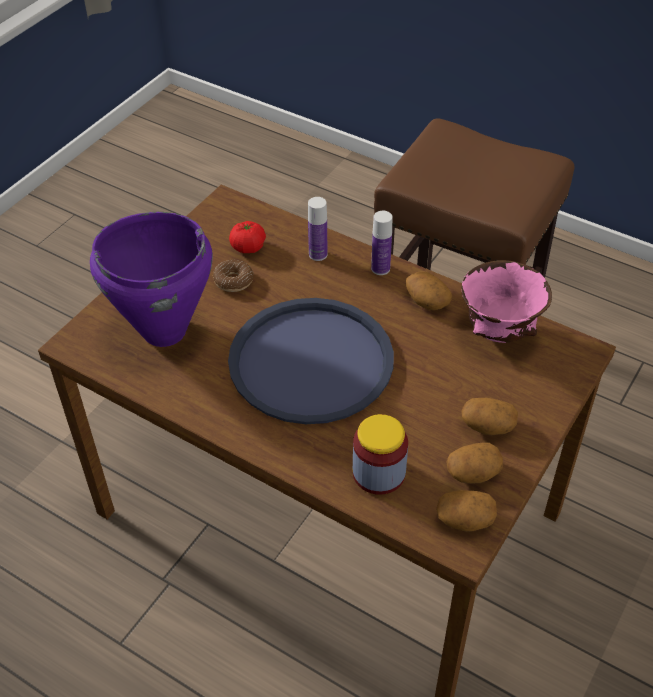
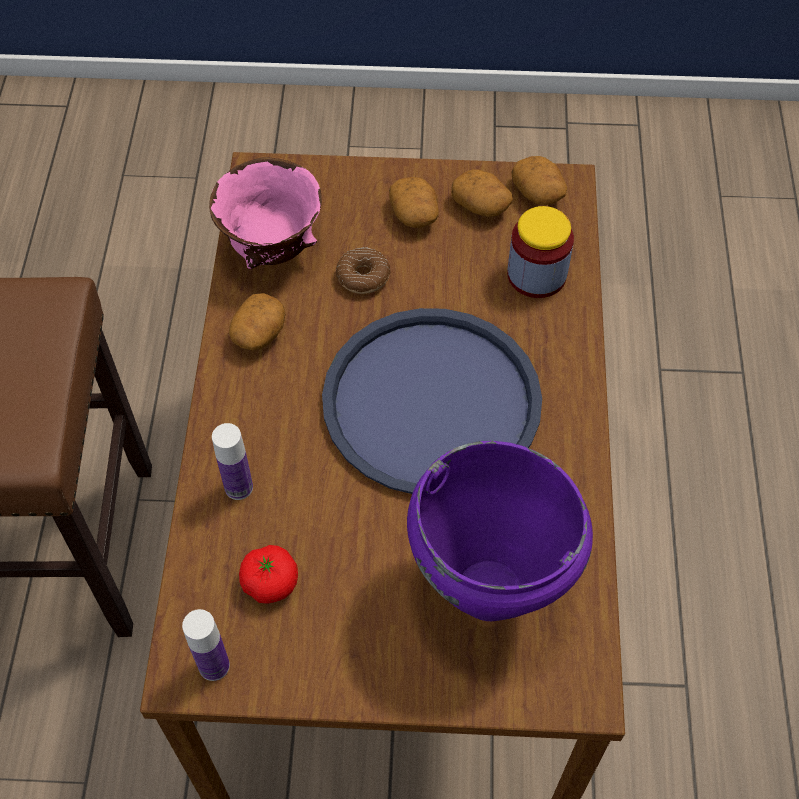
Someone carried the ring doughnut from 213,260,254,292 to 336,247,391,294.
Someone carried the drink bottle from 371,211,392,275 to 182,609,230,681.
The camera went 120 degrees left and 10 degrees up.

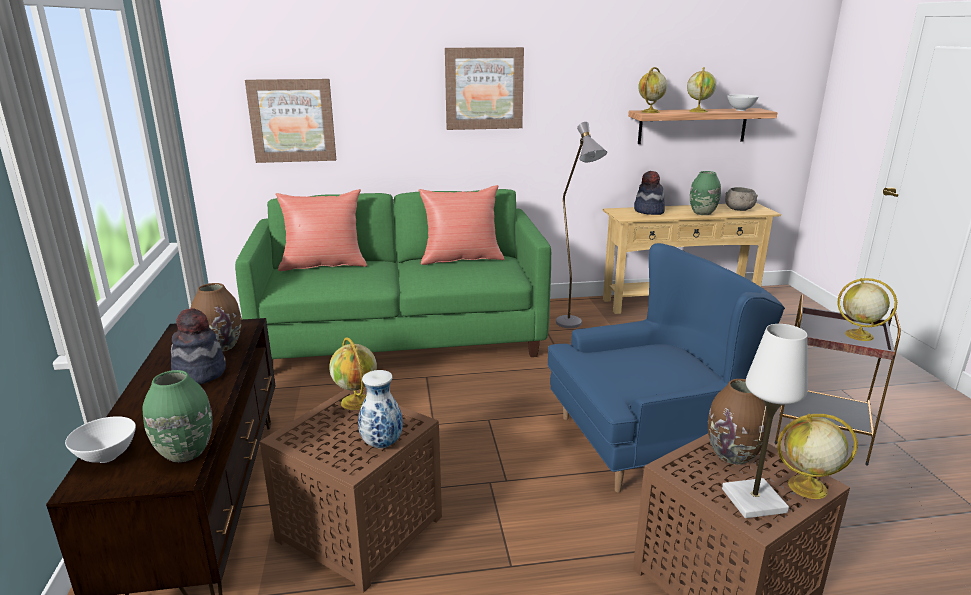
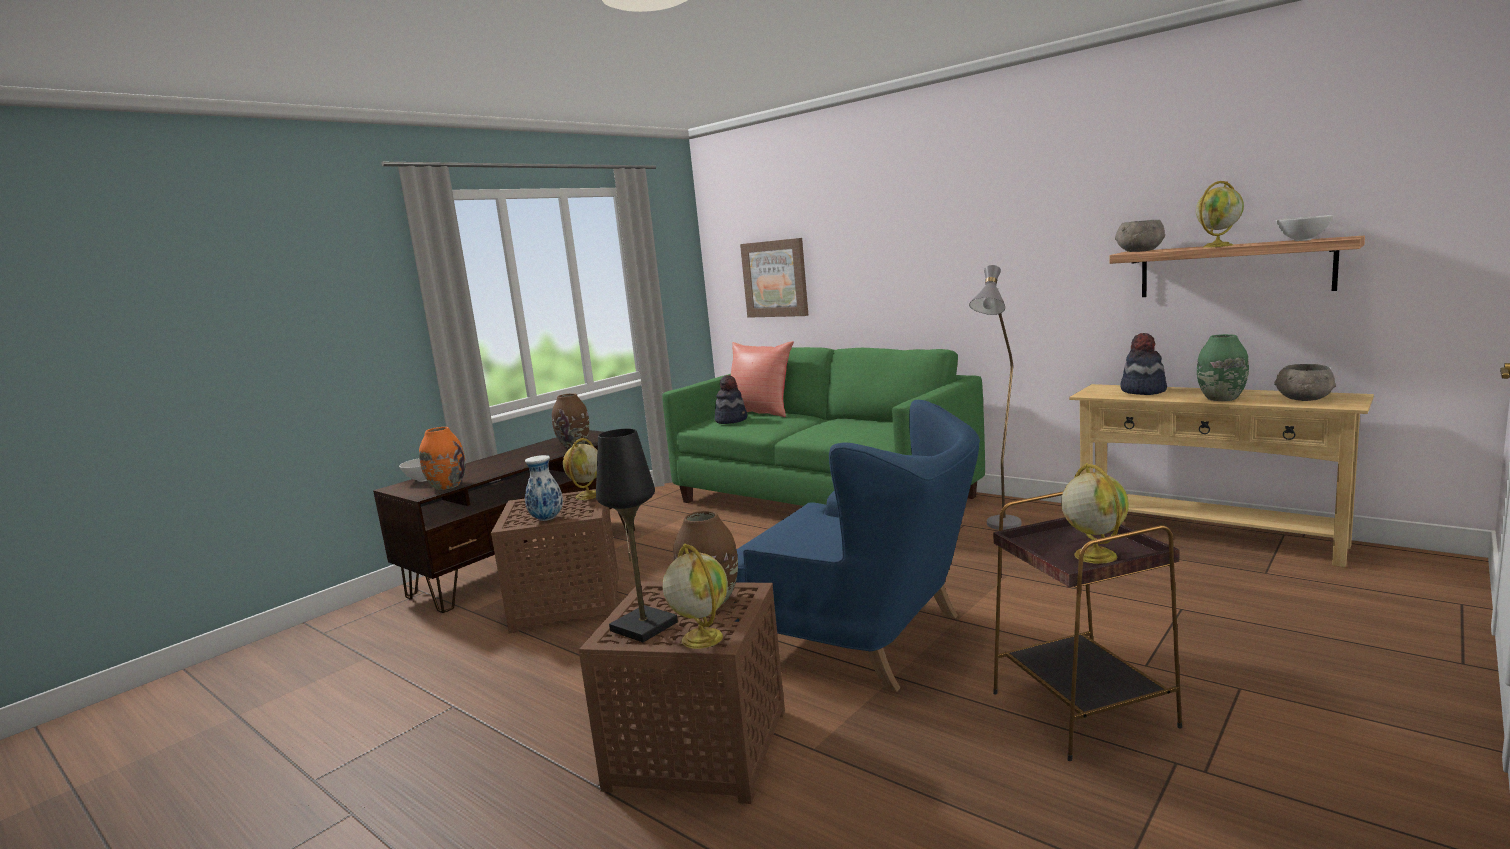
Someone repainted the green flower vase at 143,370,213,462, which became the orange-coloured flower vase at 419,427,465,490.
Someone carried the wearable hat from 171,308,226,384 to 715,375,747,424.
Someone took away the red throw pillow at 418,185,504,265.
Someone took away the wall art at 445,47,524,130.
Someone swapped the globe at 638,67,667,113 for the grey serving bowl at 1115,220,1165,252.
Someone repainted the whitish tabletop lamp at 722,324,808,518, which became the black tabletop lamp at 596,429,678,642.
The camera went 50 degrees right and 10 degrees down.

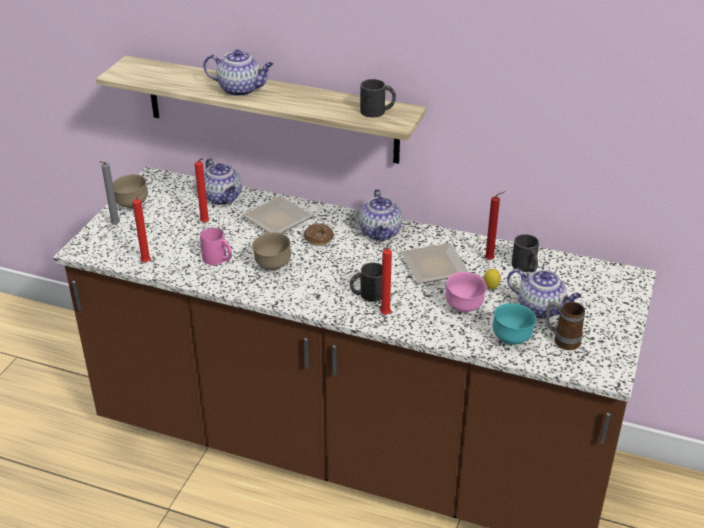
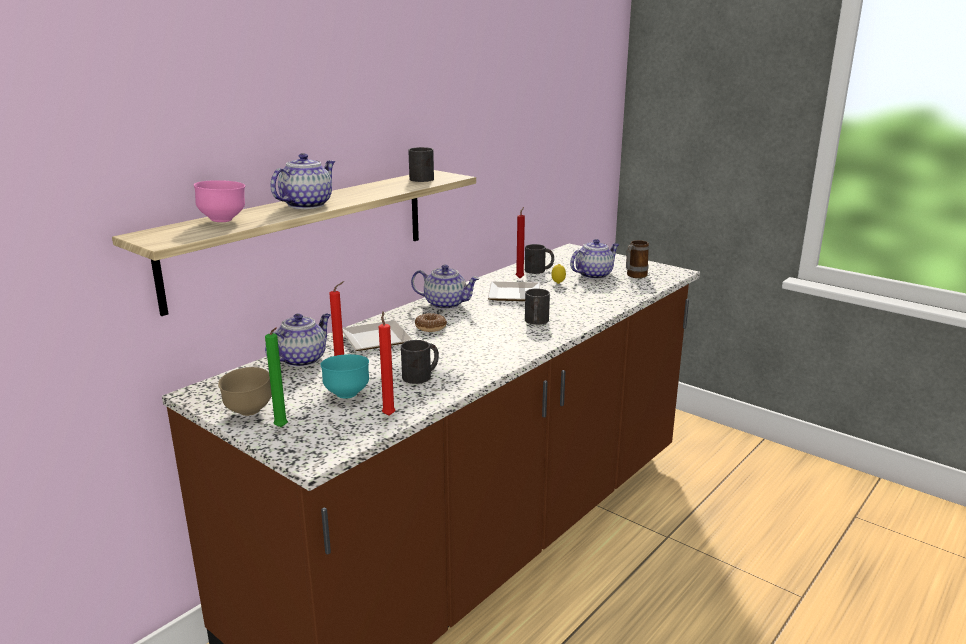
Someone repainted the grey candle at 100,161,120,225, which became the green candle at 265,327,288,427.
Someone repainted the pinkish coffee mug at 200,227,232,265, which became the black coffee mug at 401,340,439,384.
Someone rotated the pot for tea at 204,158,242,205 by 45 degrees counterclockwise.
Someone took away the brown serving bowl at 252,232,291,270.
Someone took away the red candle at 380,239,393,315.
Someone carried the pinkish serving bowl from 445,272,487,312 to 194,180,245,222.
Someone carried the blue-green serving bowl from 492,303,536,345 to 320,354,369,399.
The camera went 70 degrees left and 15 degrees down.

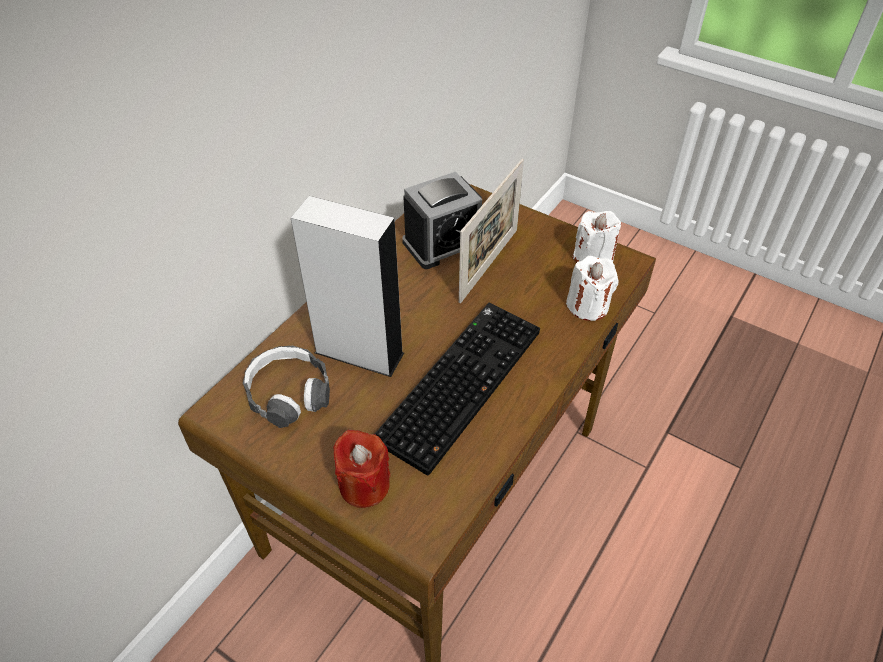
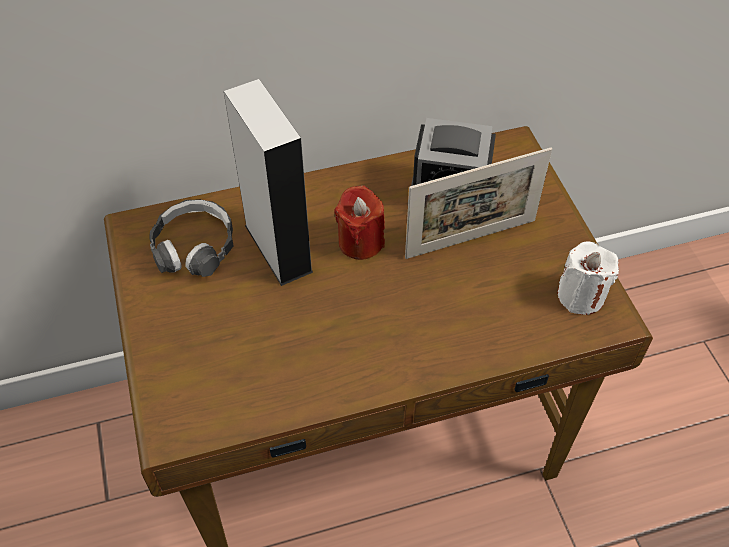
Someone carried the red candle from 333,430,390,508 to 335,186,385,260.
Someone took away the PC keyboard at 375,303,540,476.
Someone took away the whitish candle at 566,256,618,321.
The camera went 40 degrees right and 5 degrees up.

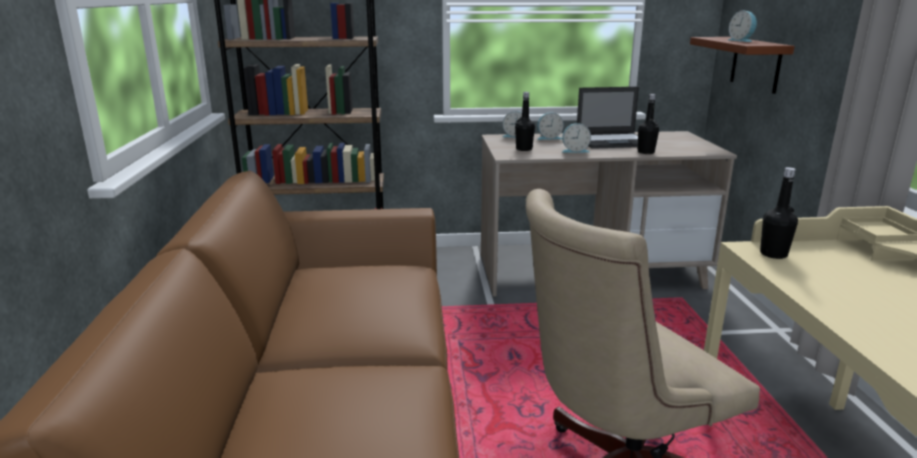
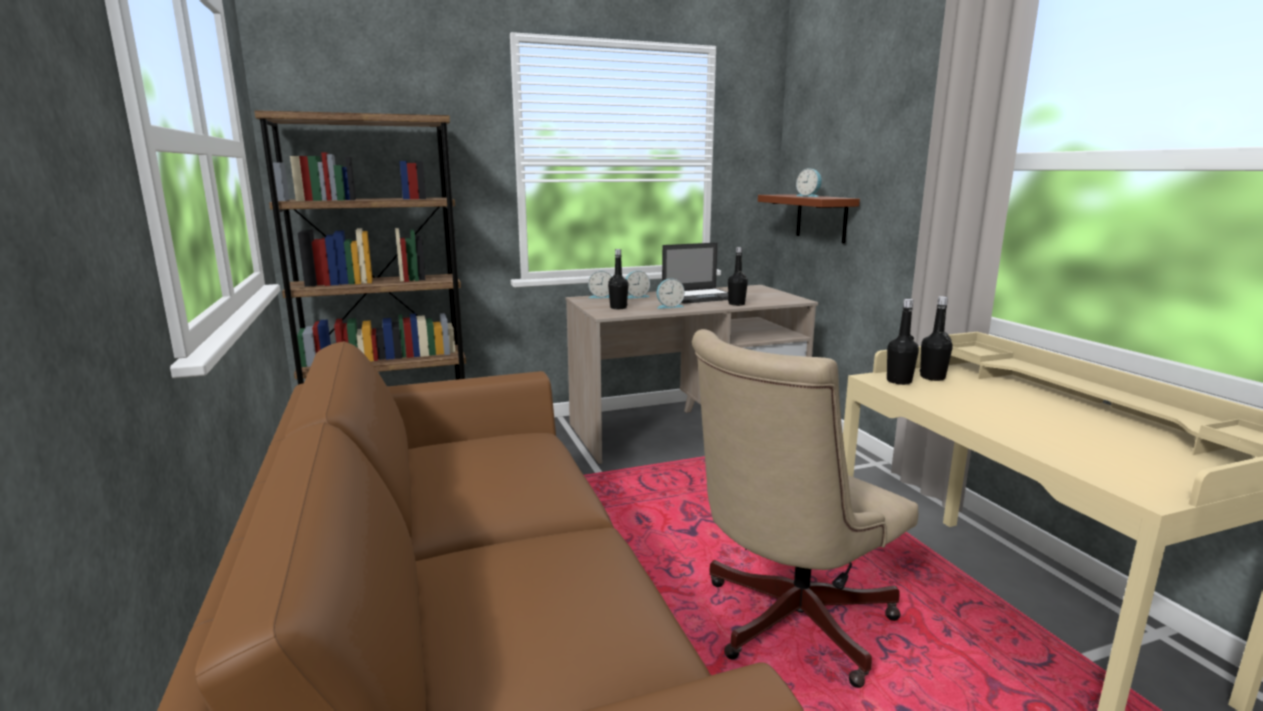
Someone put down the black drink bottle at 920,296,953,381.
The camera went 15 degrees left and 5 degrees down.

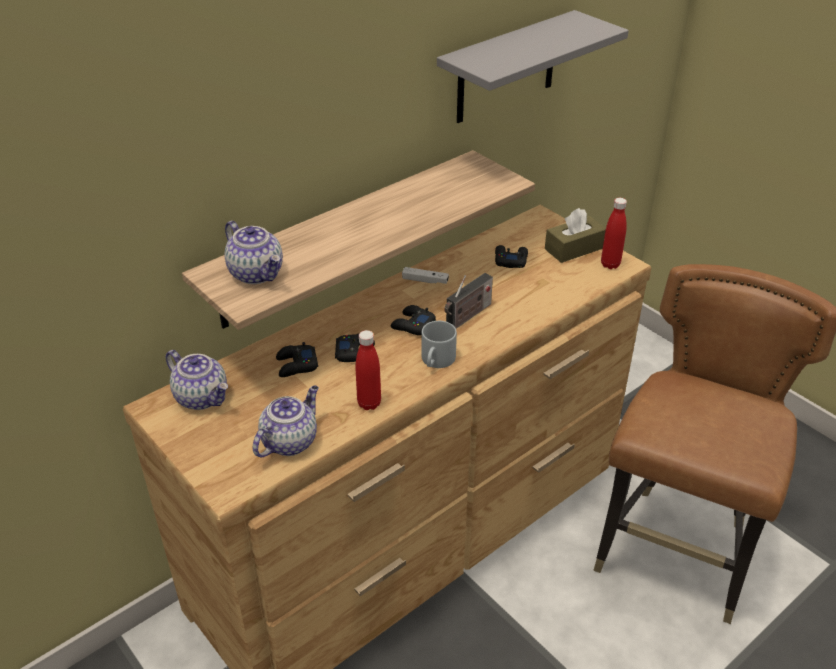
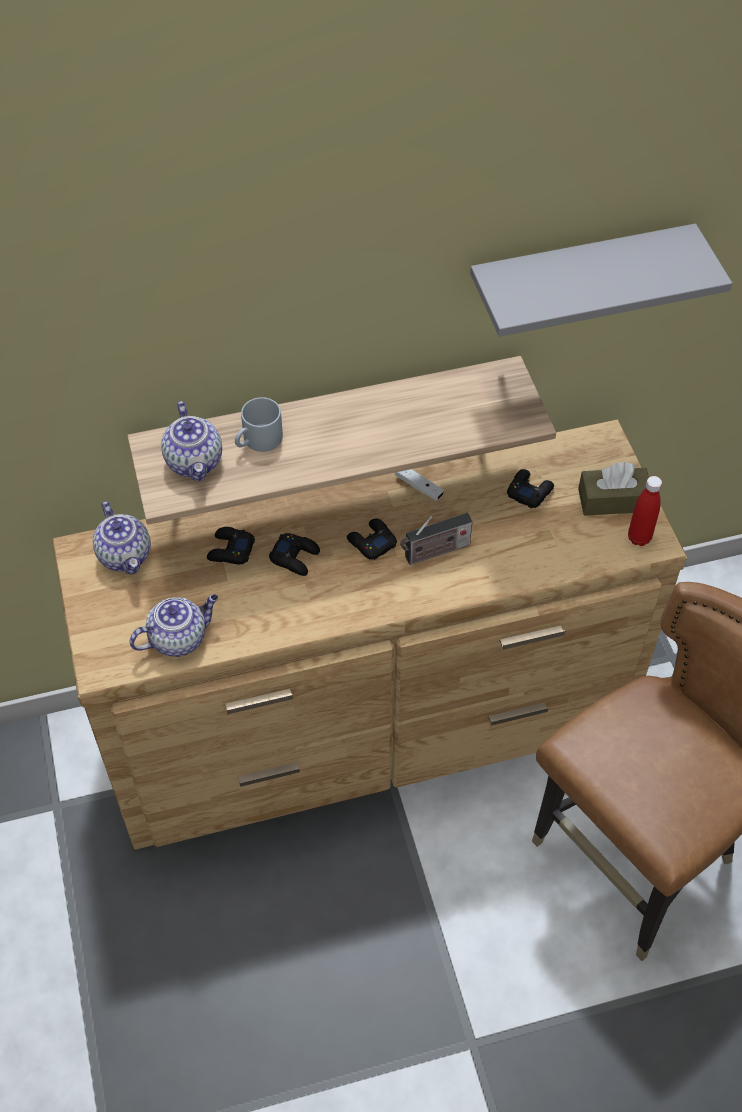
Someone took away the red drink bottle at 356,330,381,410.
Someone carried the grey coffee mug from 421,321,457,368 to 235,397,283,452.
The camera went 25 degrees right and 15 degrees up.

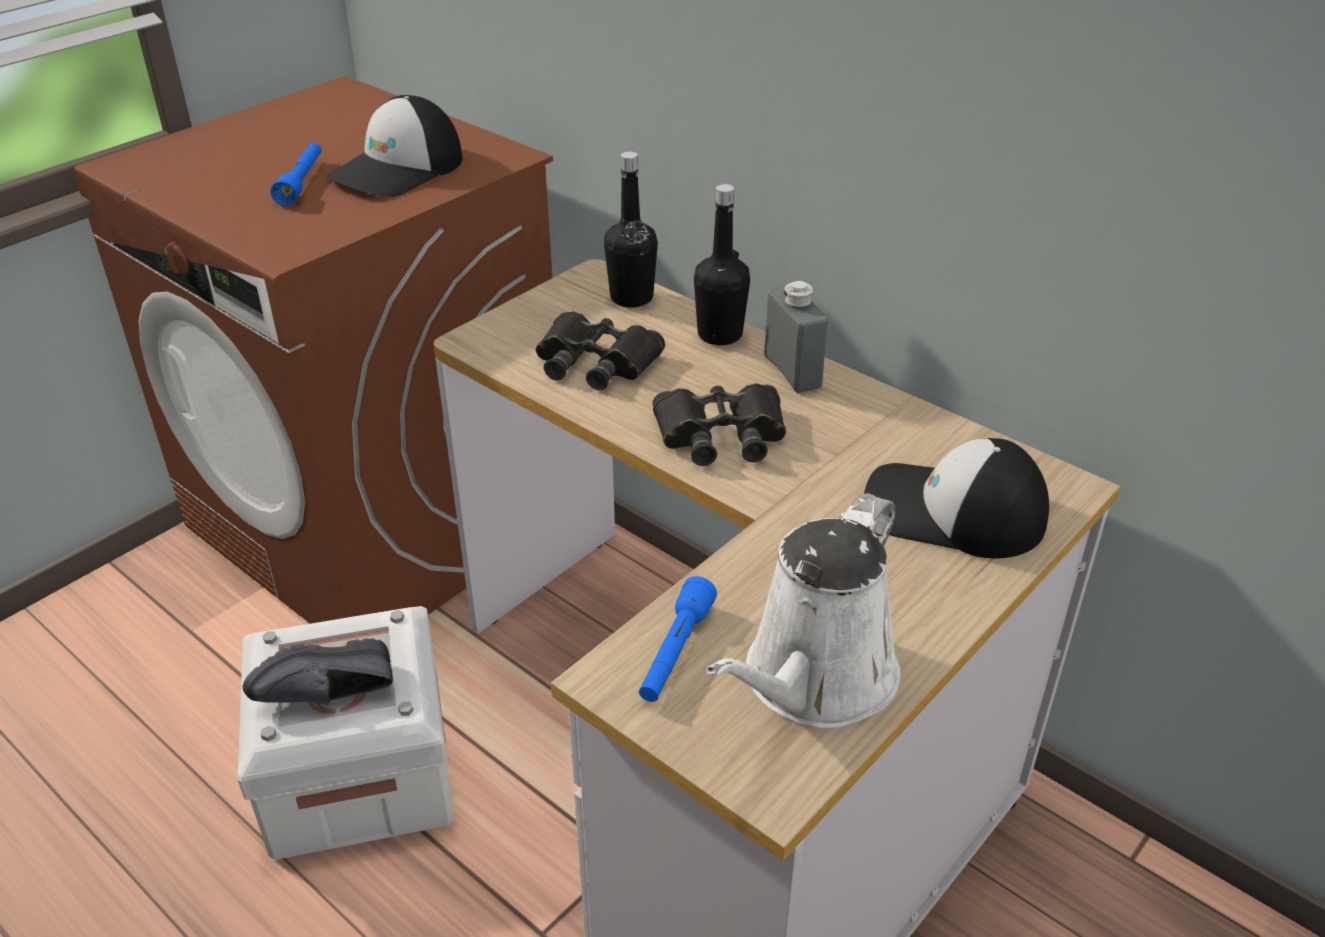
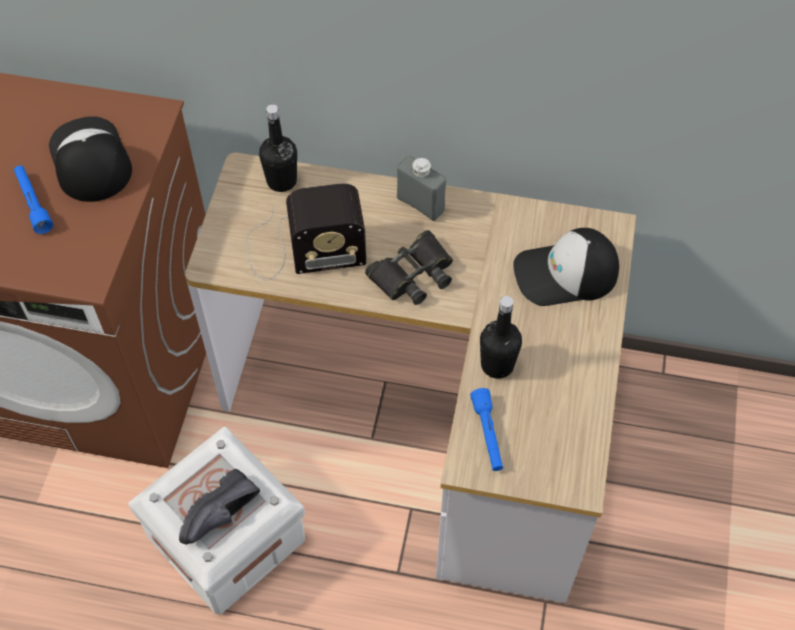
Someone rotated the cap at 327,95,463,197 by 150 degrees clockwise.
Someone swapped the black pair of binoculars at 536,311,665,391 for the radio set at 246,183,366,281.
Someone carried the black drink bottle from 694,184,750,345 to 480,296,522,379.
Someone took away the whitish sprinkling can at 706,493,900,729.
The camera went 30 degrees left and 20 degrees up.

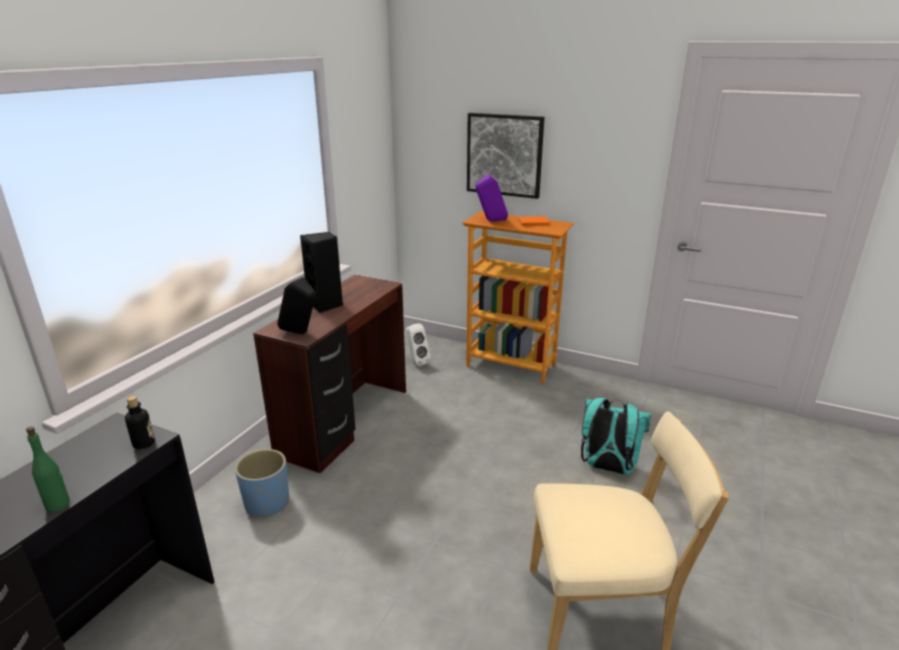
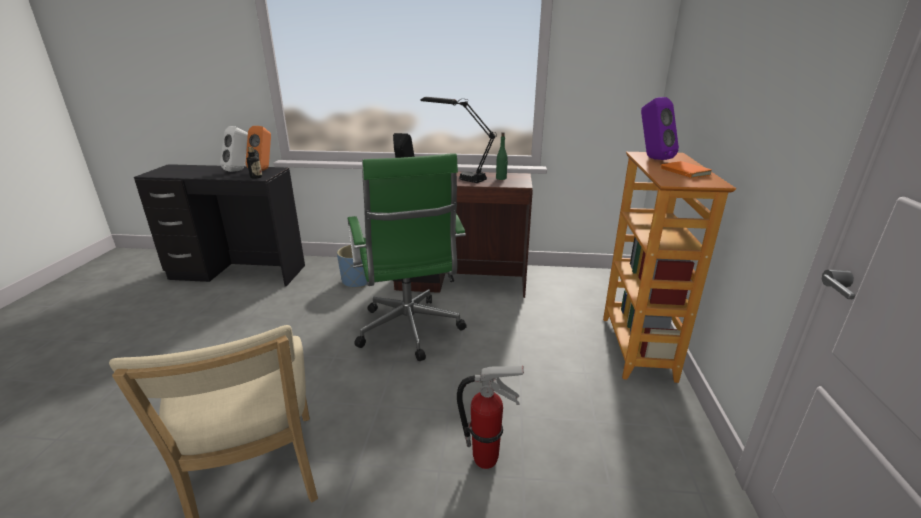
Someone carried the green drink bottle from 26,427,70,512 to 496,132,508,180.
Someone swapped the black audio speaker at 300,232,343,313 for the black tabletop lamp at 421,97,497,183.
Someone carried the whitish audio speaker from 406,323,431,366 to 220,126,248,172.
Someone took away the wall art at 467,113,545,199.
Someone swapped the blue-green rucksack at 581,398,651,475 for the fire-fighting cylinder at 457,365,524,469.
Someone put down the orange-coloured audio speaker at 246,126,271,171.
Someone put down the green desk chair at 347,153,467,361.
The camera went 70 degrees right and 0 degrees up.

